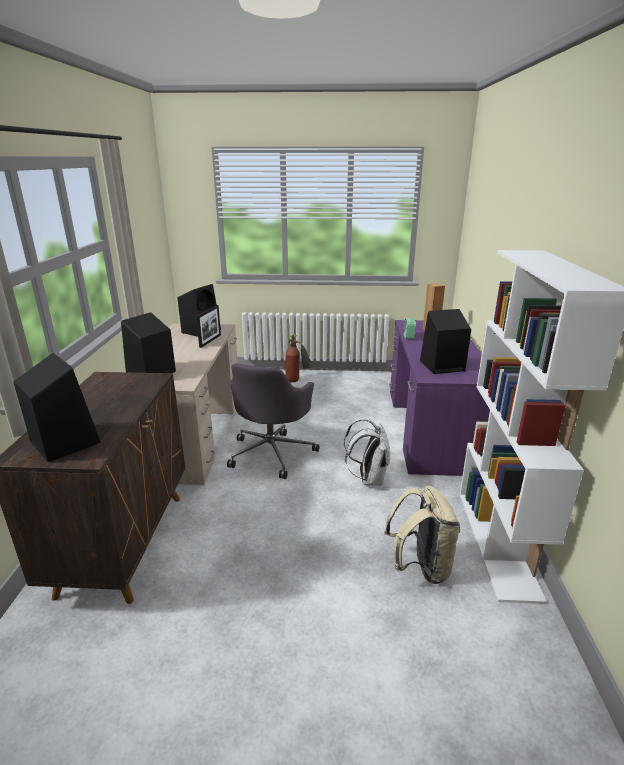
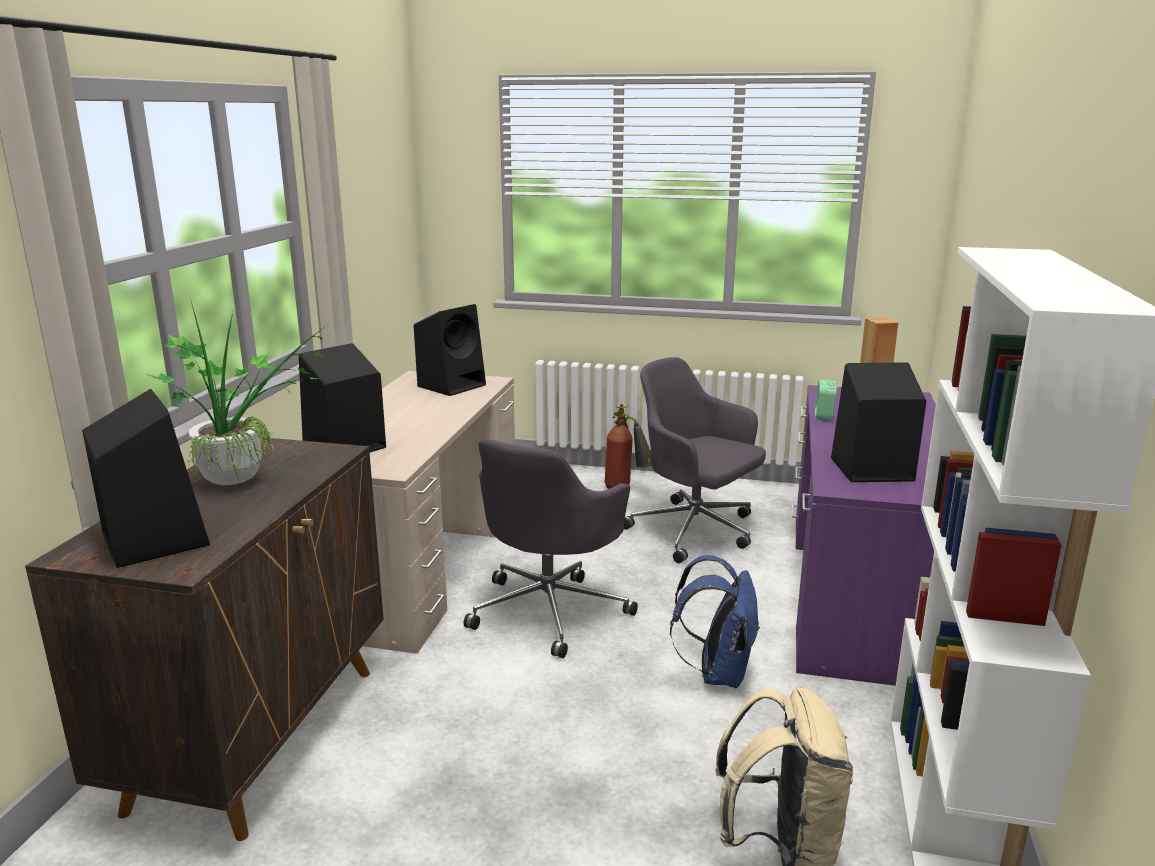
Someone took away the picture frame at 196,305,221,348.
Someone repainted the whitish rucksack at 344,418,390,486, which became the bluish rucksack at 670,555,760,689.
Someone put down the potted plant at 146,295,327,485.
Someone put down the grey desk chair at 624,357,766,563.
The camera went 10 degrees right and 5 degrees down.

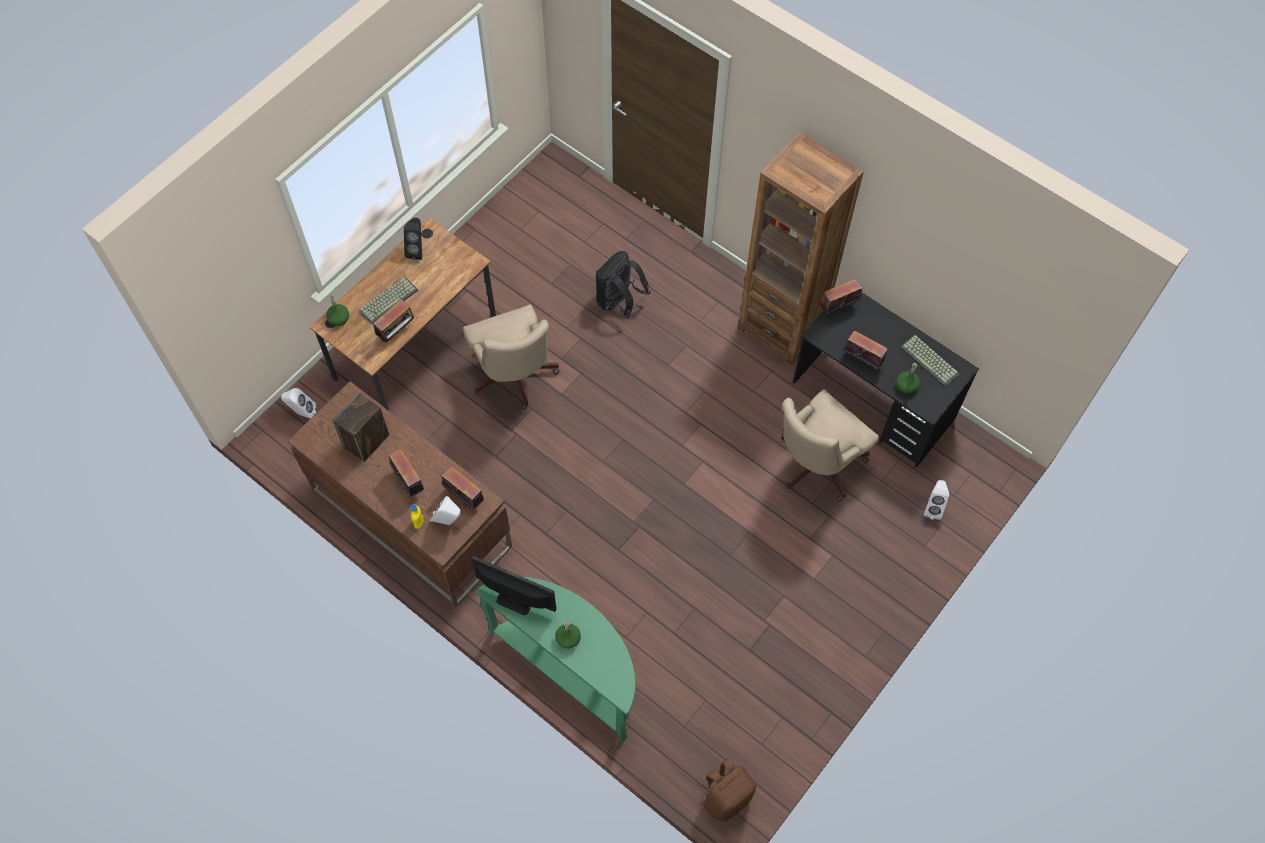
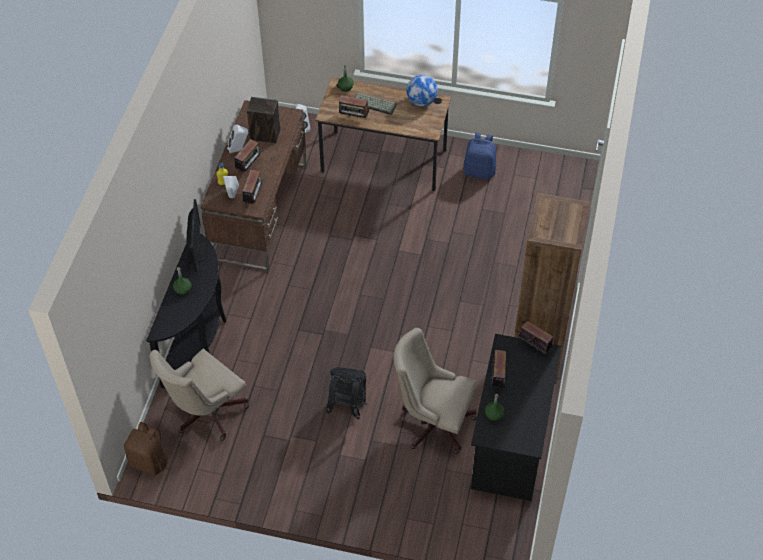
Someone swapped the black audio speaker at 404,218,422,260 for the globe at 407,75,438,106.
Someone carried the beige desk chair from 463,304,560,410 to 149,349,249,441.
Someone repainted the green hall table at 475,577,635,742, which became the black hall table at 146,233,226,389.
Someone carried the black rucksack from 596,251,651,318 to 326,367,367,419.
Someone took away the PC keyboard at 900,335,959,387.
Someone carried the whitish audio speaker from 924,480,949,520 to 227,124,248,153.
Someone put down the bluish rucksack at 463,132,496,180.
The camera went 65 degrees right and 10 degrees down.

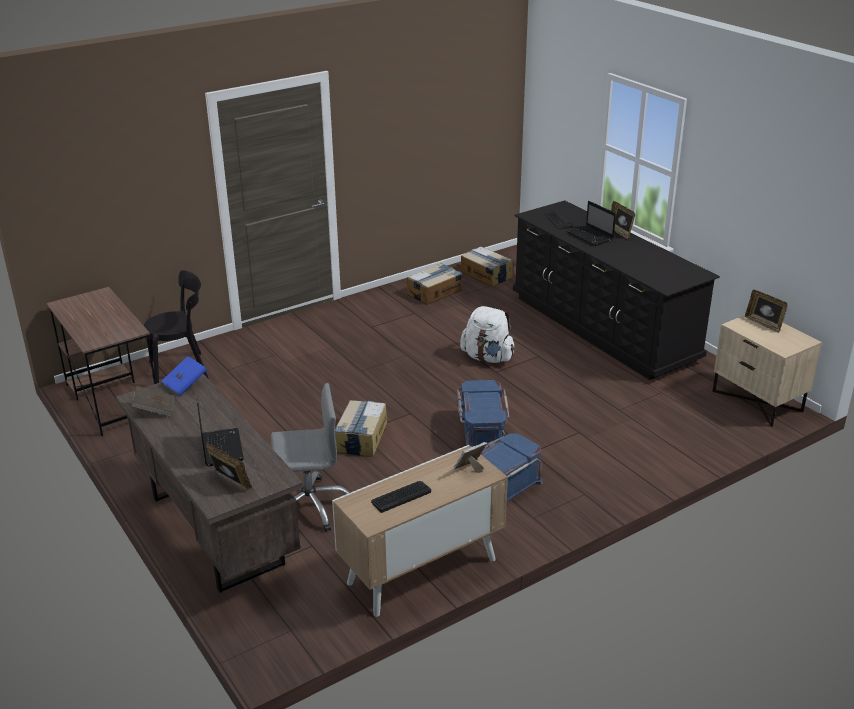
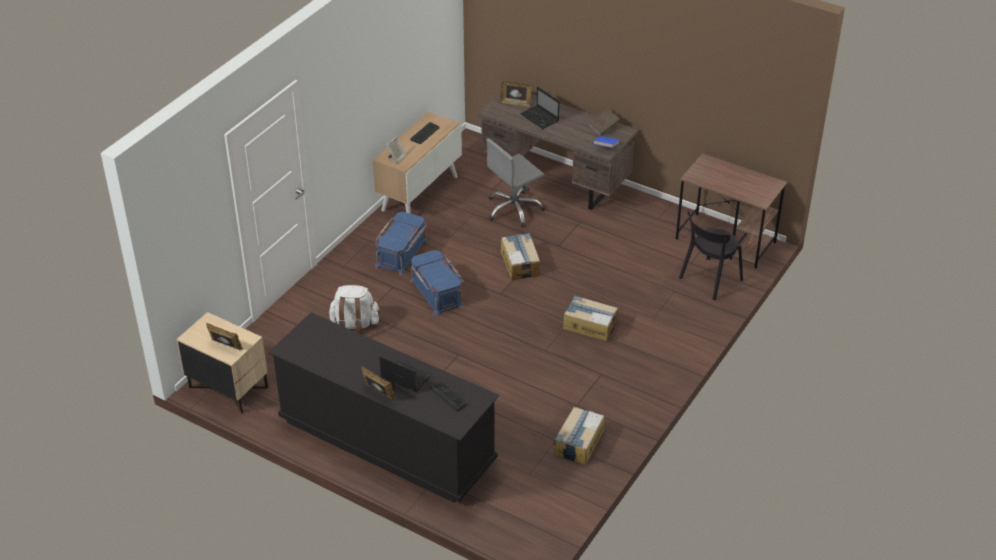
Someone carried the whitish rucksack from 460,306,515,363 to 328,285,380,335.
Someone carried the carton from 461,247,513,287 to 563,295,618,341.
The camera went 155 degrees right and 10 degrees up.

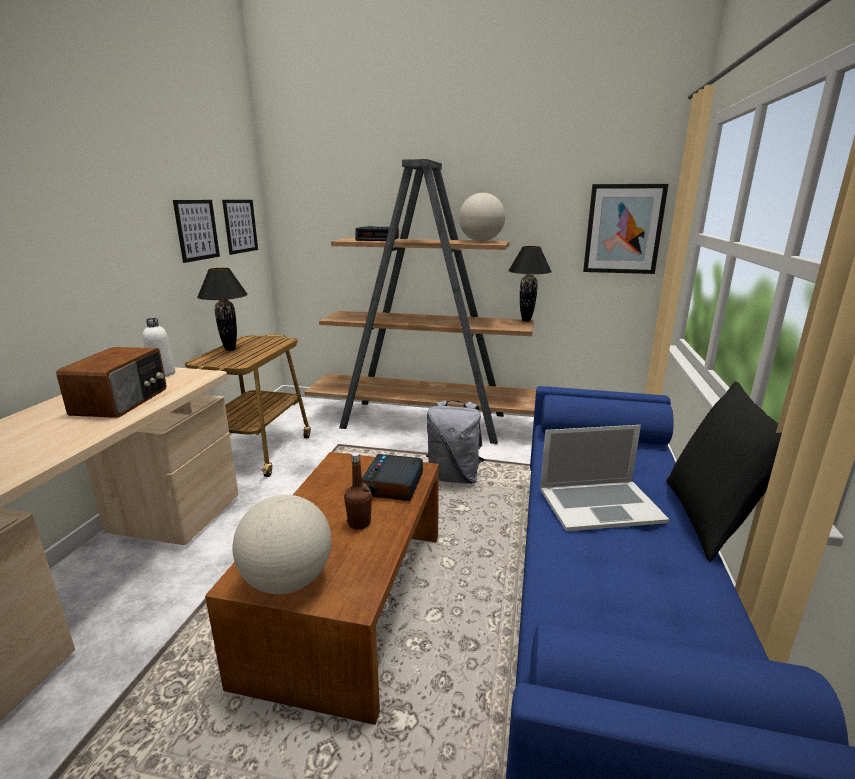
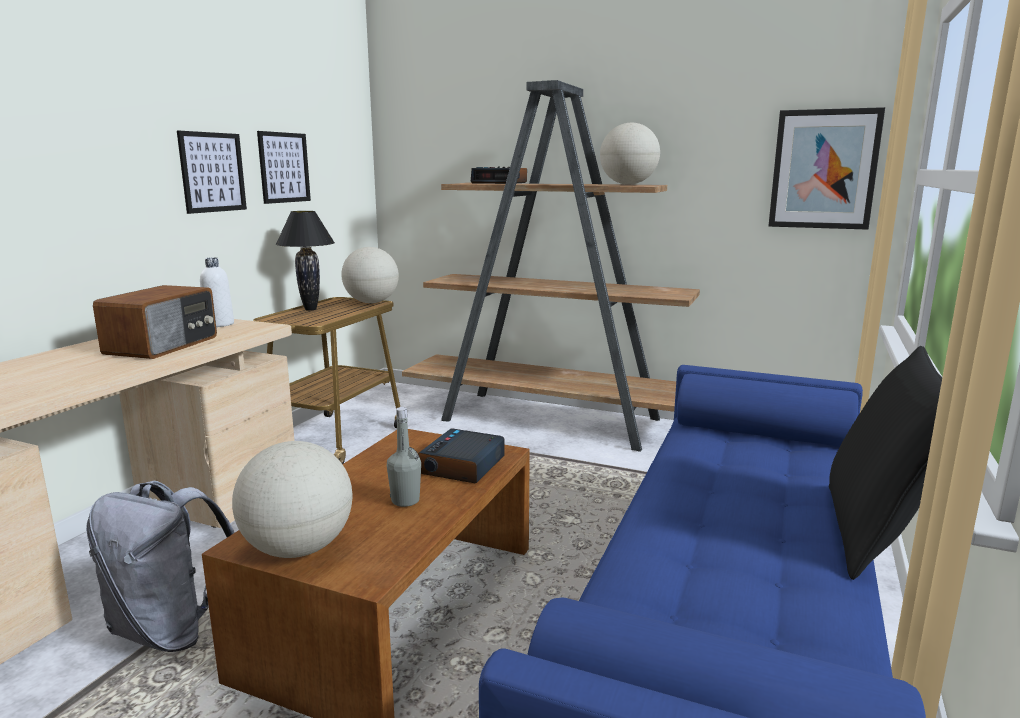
Someone carried the wall art from 222,200,258,255 to 177,131,247,214.
Someone repainted the brown drink bottle at 344,452,372,529, which became the grey drink bottle at 387,407,421,507.
Someone carried the grey rucksack from 426,400,484,484 to 86,481,234,652.
Someone took away the black tabletop lamp at 508,246,552,322.
Someone took away the portable computer at 540,425,669,531.
Someone put down the globe at 341,247,399,303.
The camera went 10 degrees right and 5 degrees down.

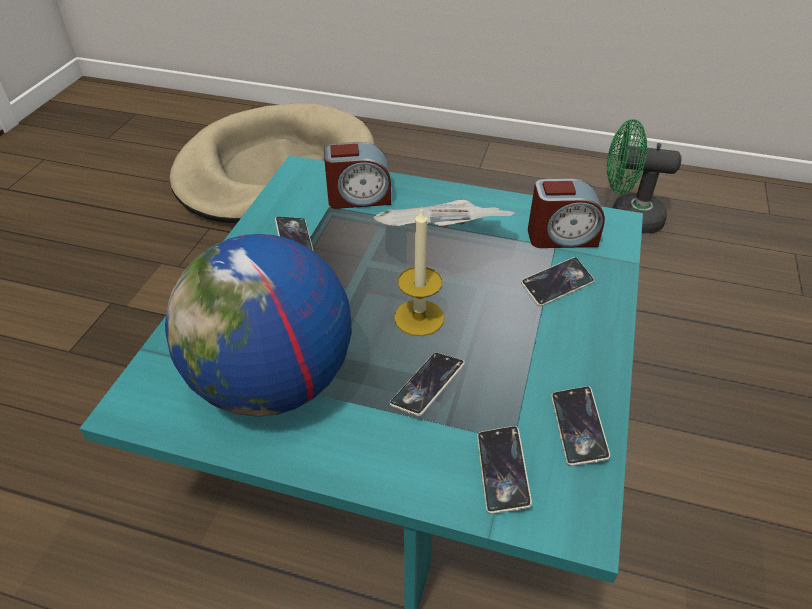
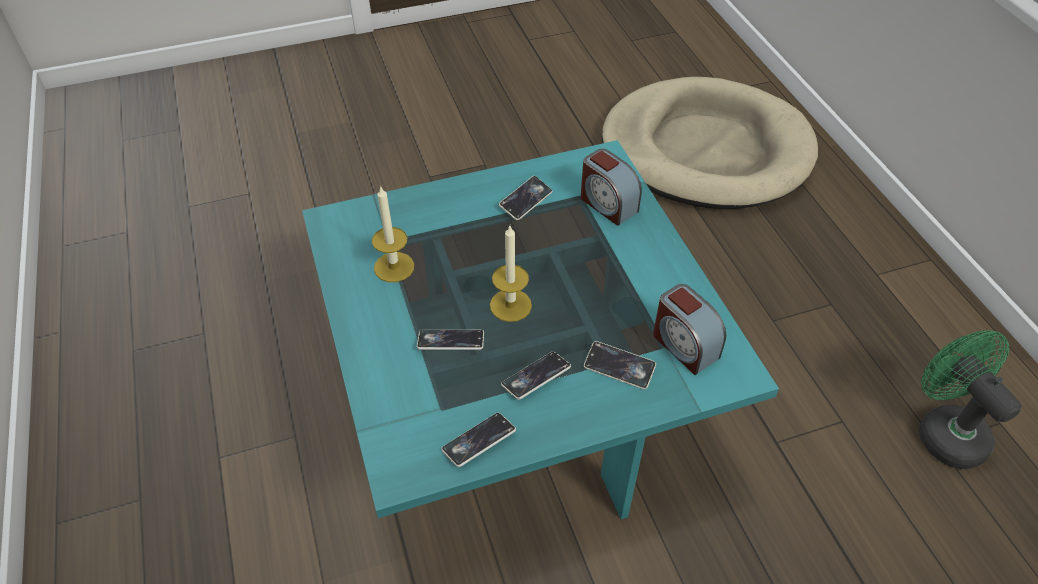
Someone swapped the globe at 165,234,352,417 for the candle at 372,187,414,282.
Someone took away the daily paper at 373,200,516,227.
Someone carried the handset from 477,426,532,514 to 501,352,571,400.
The camera went 55 degrees right and 5 degrees up.

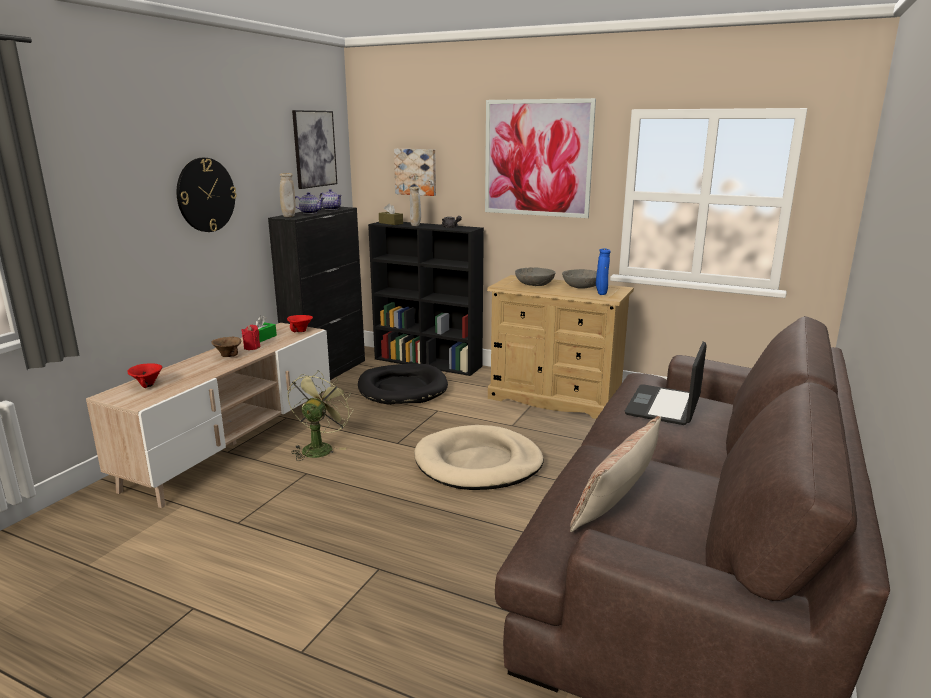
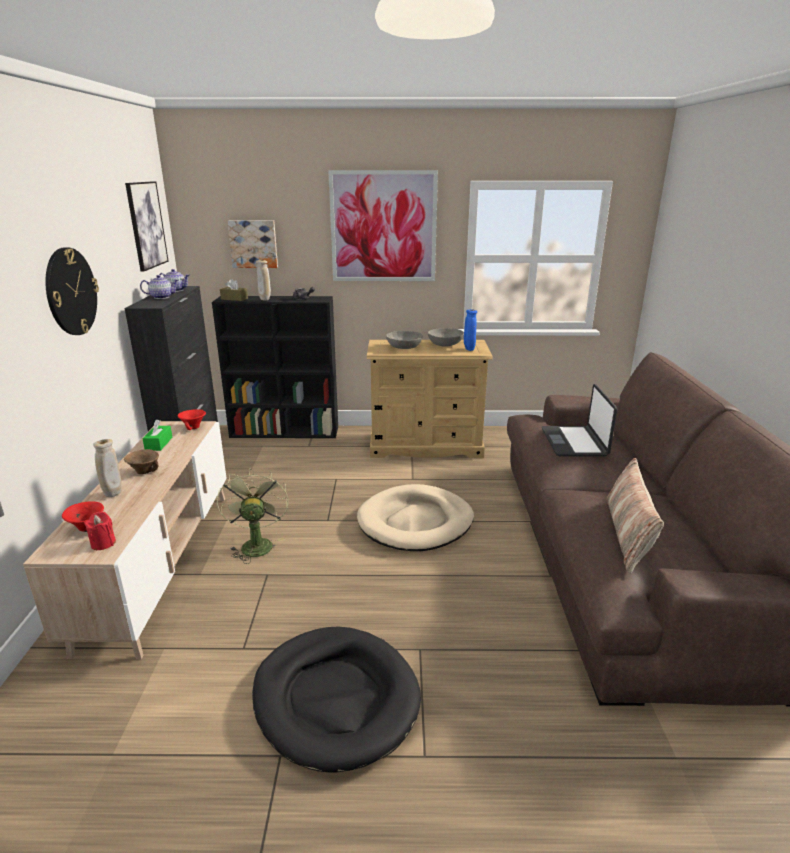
Someone carried the red candle from 241,325,261,350 to 84,512,116,550.
Someone carried the beige flower vase from 280,173,295,217 to 93,439,122,497.
Someone carried the black dog cushion from 358,364,448,405 to 252,626,421,773.
The camera went 25 degrees left and 5 degrees up.

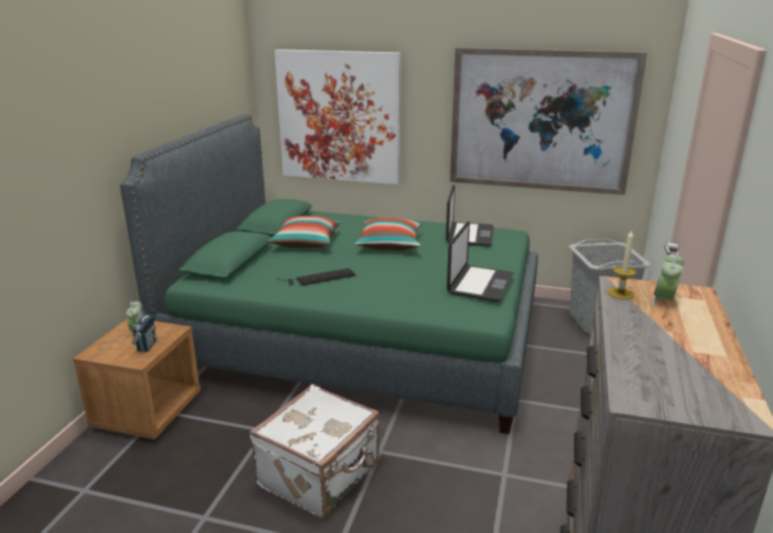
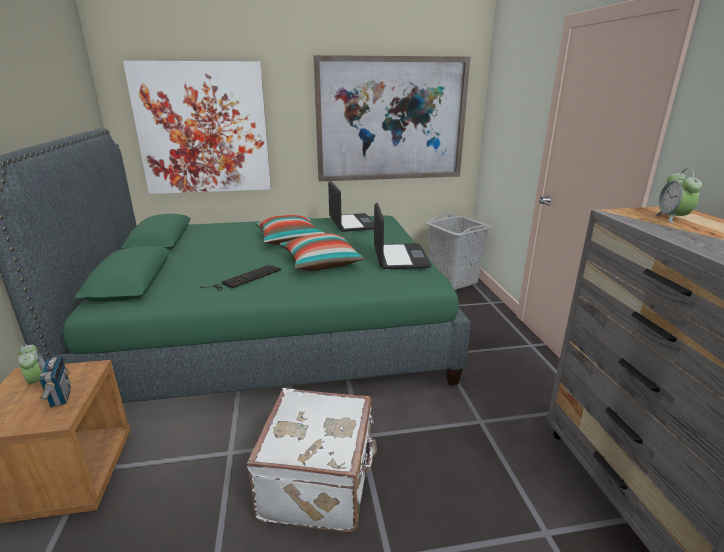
Someone carried the throw pillow from 267,216,341,248 to 280,233,365,271.
Someone took away the candle at 608,229,636,299.
The camera went 25 degrees left and 0 degrees up.

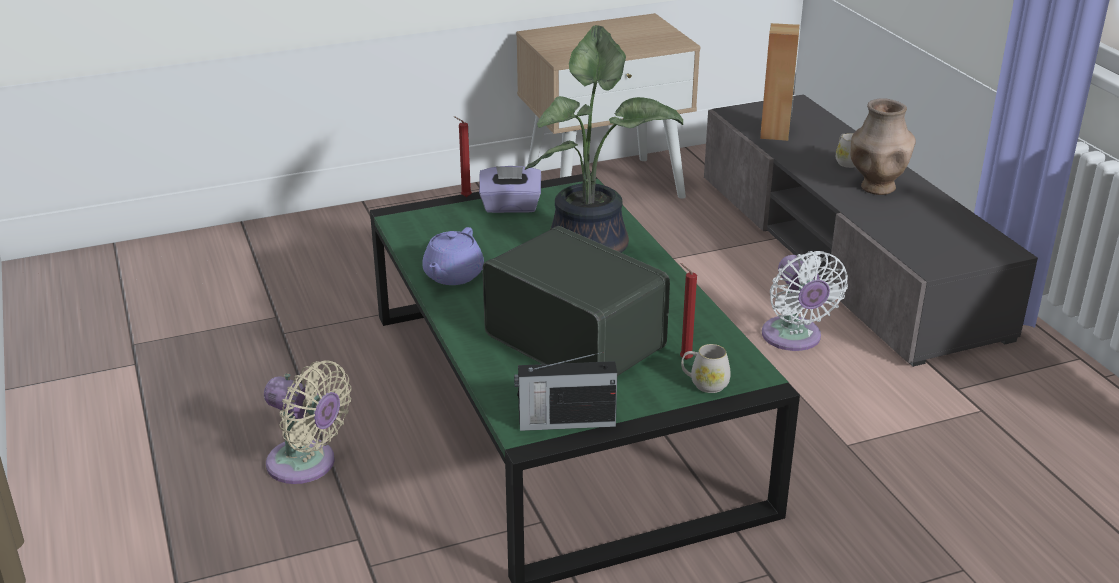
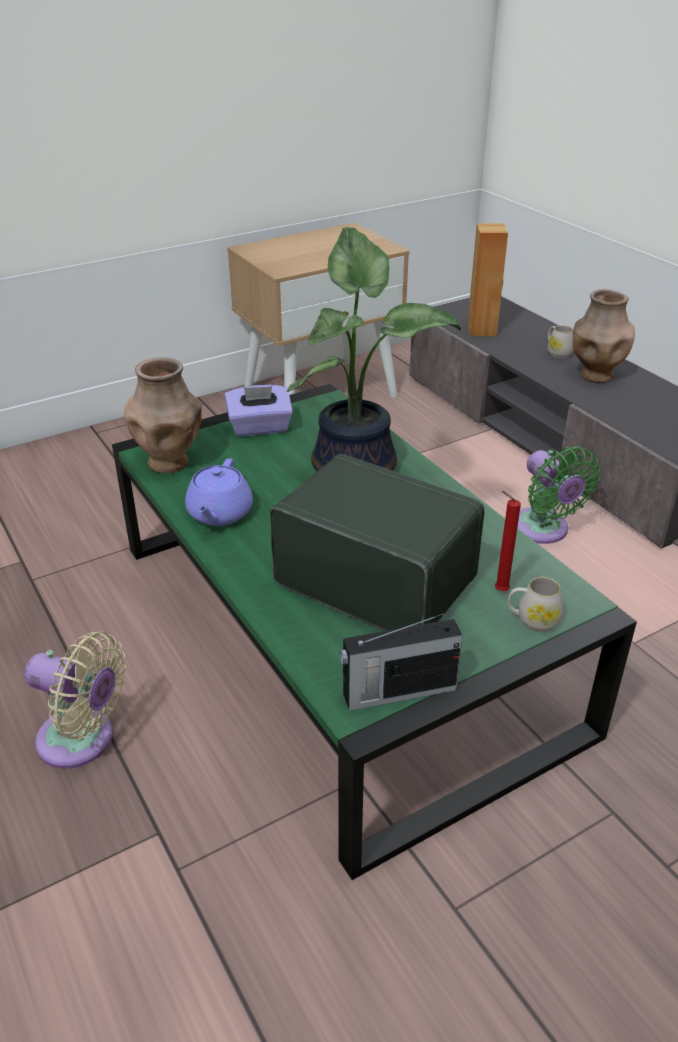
Someone took away the red candle at 454,116,472,197.
Someone repainted the whitish fan at 762,251,848,351, which became the green fan at 517,446,600,544.
Someone put down the brown flower vase at 124,357,202,473.
The camera went 10 degrees left and 5 degrees up.

